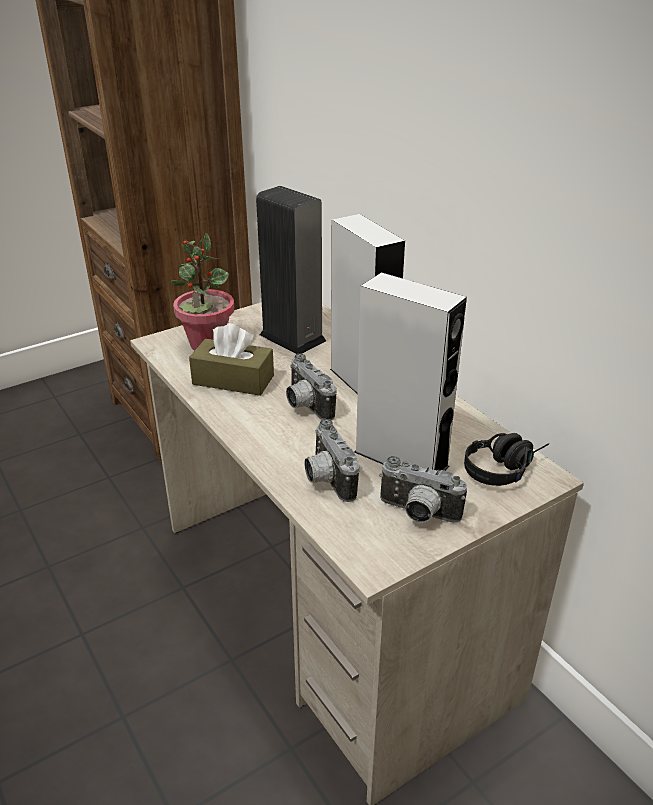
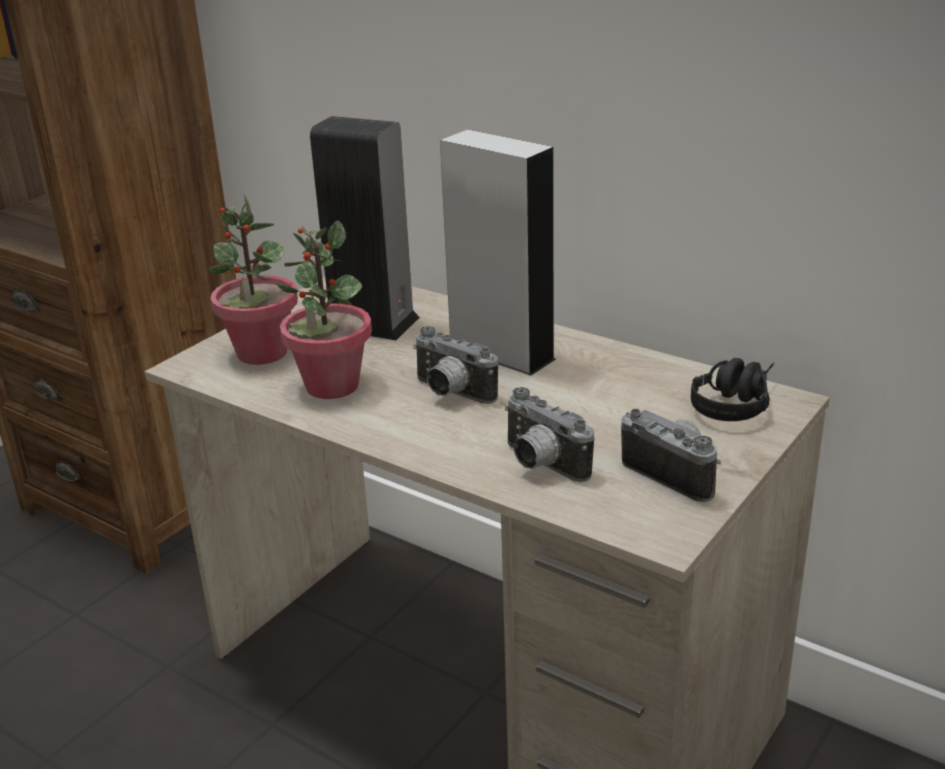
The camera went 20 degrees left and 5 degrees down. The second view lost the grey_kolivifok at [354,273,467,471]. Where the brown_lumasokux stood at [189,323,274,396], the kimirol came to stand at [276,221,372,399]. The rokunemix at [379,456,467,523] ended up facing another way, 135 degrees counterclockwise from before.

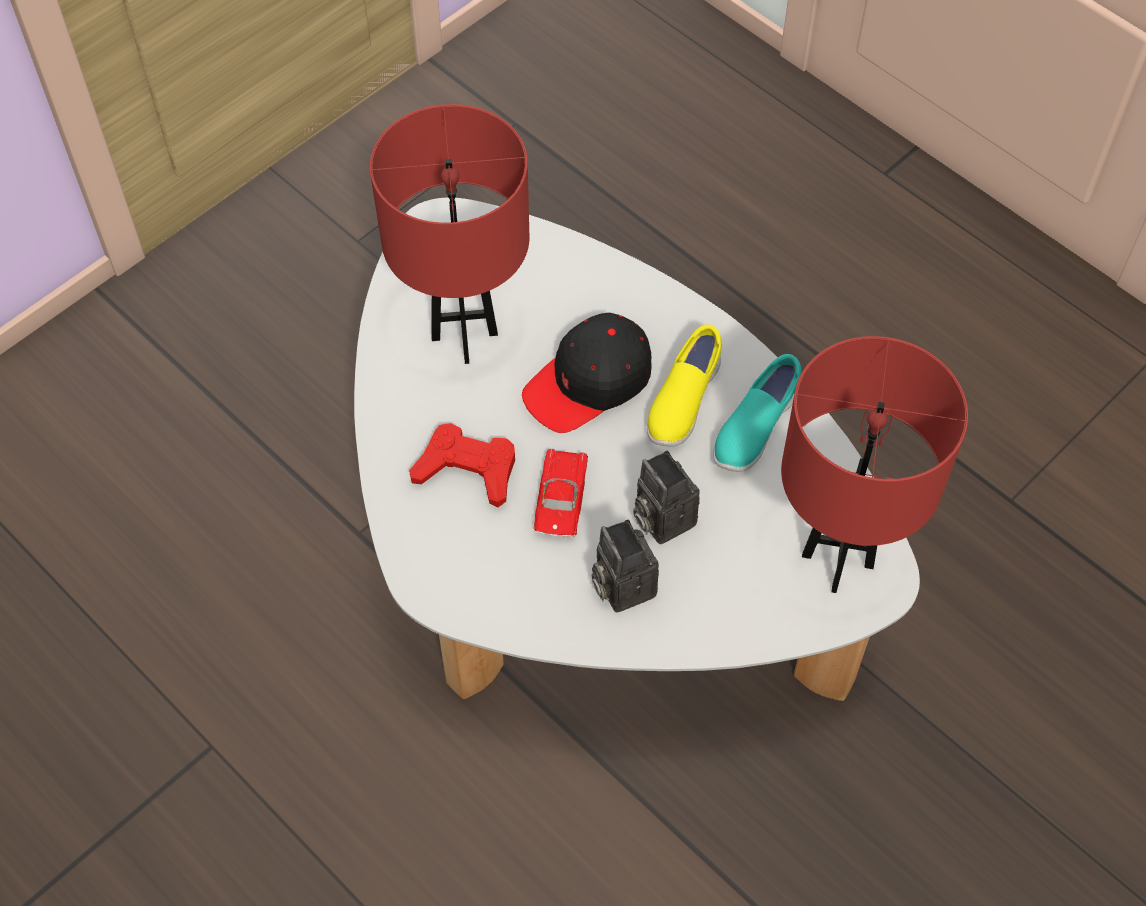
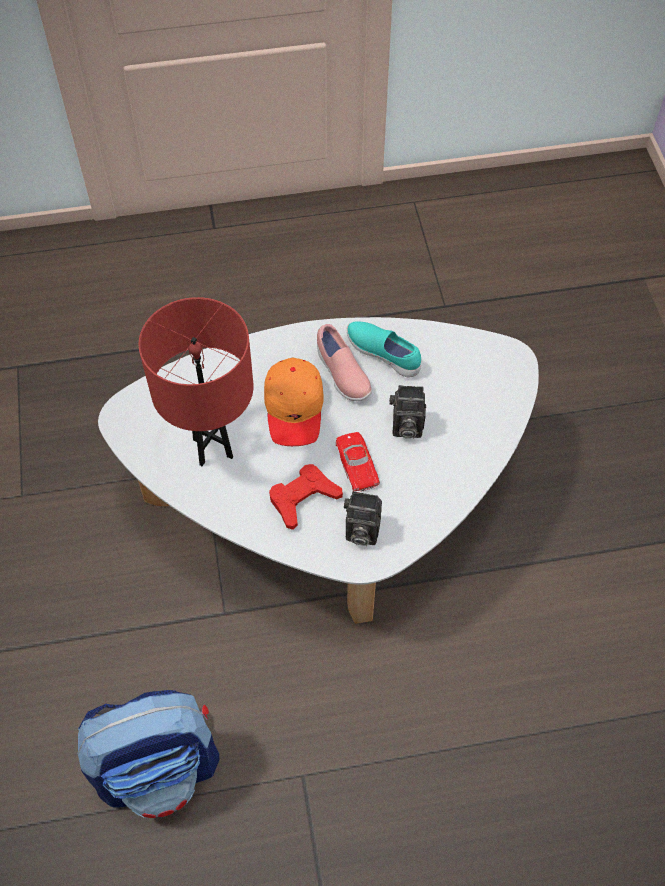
The camera went 55 degrees left and 0 degrees up. The second view lost the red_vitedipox at [781,336,968,593]. The second view gained the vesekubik at [77,690,219,818]. The rokunemix ended up elsewhere, having gone from [592,520,659,613] to [344,491,382,546]. What was the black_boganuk at [522,313,652,433] turned into the orange_boganuk at [264,358,324,446]. What was the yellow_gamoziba at [647,324,722,447] turned into the pink_gamoziba at [317,324,372,401]. The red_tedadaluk at [534,449,588,537] ended up facing another way, 150 degrees counterclockwise from before. The turquoise_gamoziba at [713,354,802,472] ended up facing another way, 150 degrees clockwise from before.

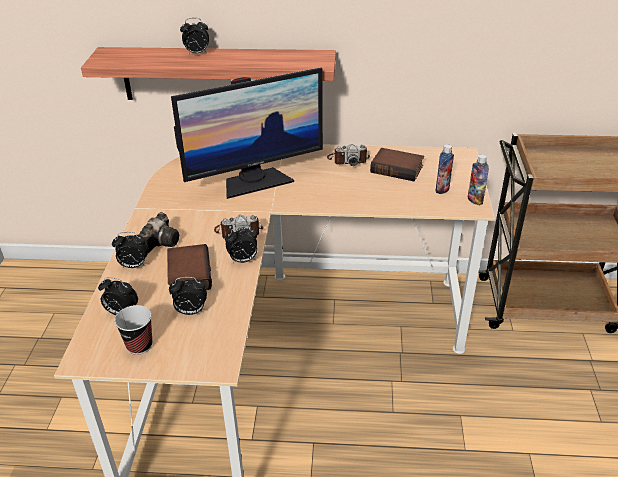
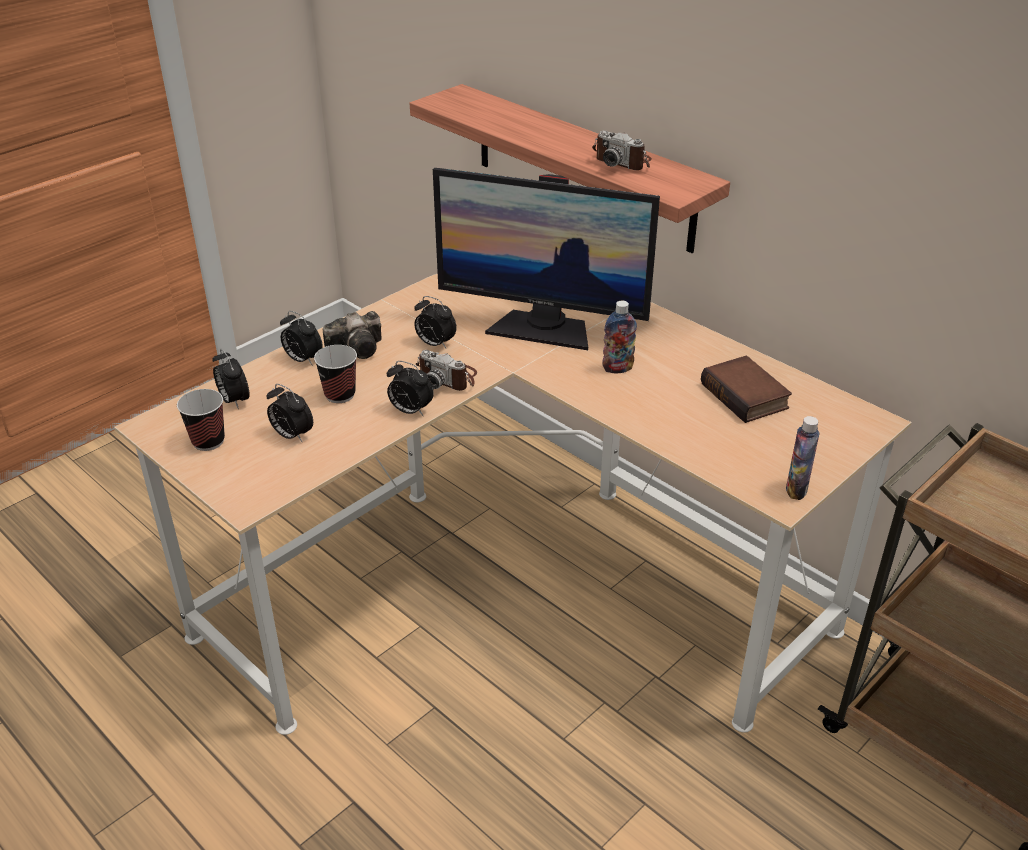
The camera went 40 degrees right and 0 degrees up. The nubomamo ended up elsewhere, having gone from [180,18,209,55] to [414,296,457,348]. The rokunemix ended up elsewhere, having gone from [327,144,370,166] to [592,131,652,170]. The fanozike ended up elsewhere, having gone from [436,144,454,194] to [602,301,637,373]. Where the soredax stood at [167,244,212,294], the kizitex came to stand at [314,345,357,403].

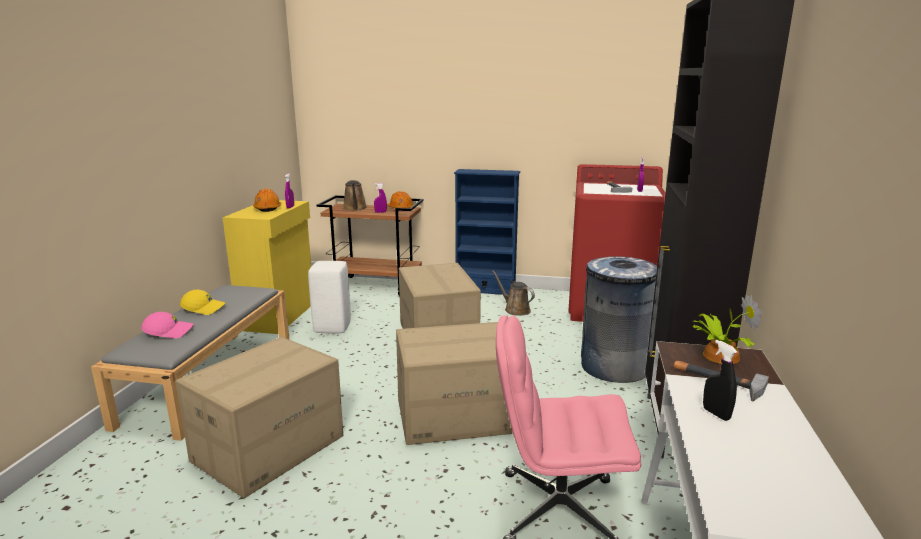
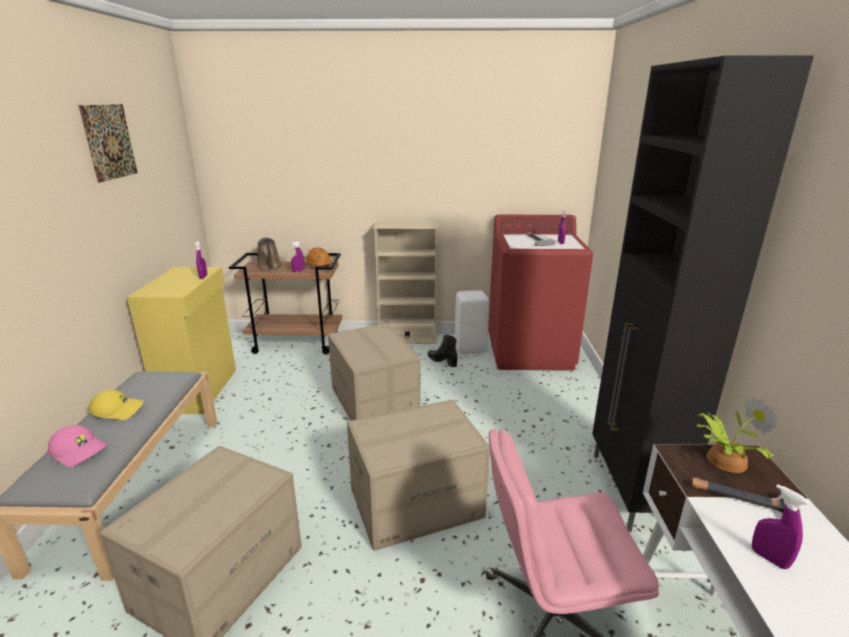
The camera went 10 degrees left and 5 degrees up. The second view lost the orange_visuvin at [253,188,281,212]. The second view lost the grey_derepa at [581,256,657,383]. The second view gained the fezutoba at [78,104,138,183]. The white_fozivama ended up elsewhere, having gone from [308,261,351,333] to [455,290,489,354]. Where the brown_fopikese stood at [492,271,535,316], the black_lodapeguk came to stand at [428,335,458,367]. What was the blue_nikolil at [454,169,520,295] turned into the beige_nikolil at [373,222,438,344]. What was the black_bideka at [703,340,737,421] turned into the purple_bideka at [752,484,808,569]. The pink_boganuk at [141,312,193,339] ended up facing another way, 45 degrees clockwise from before.

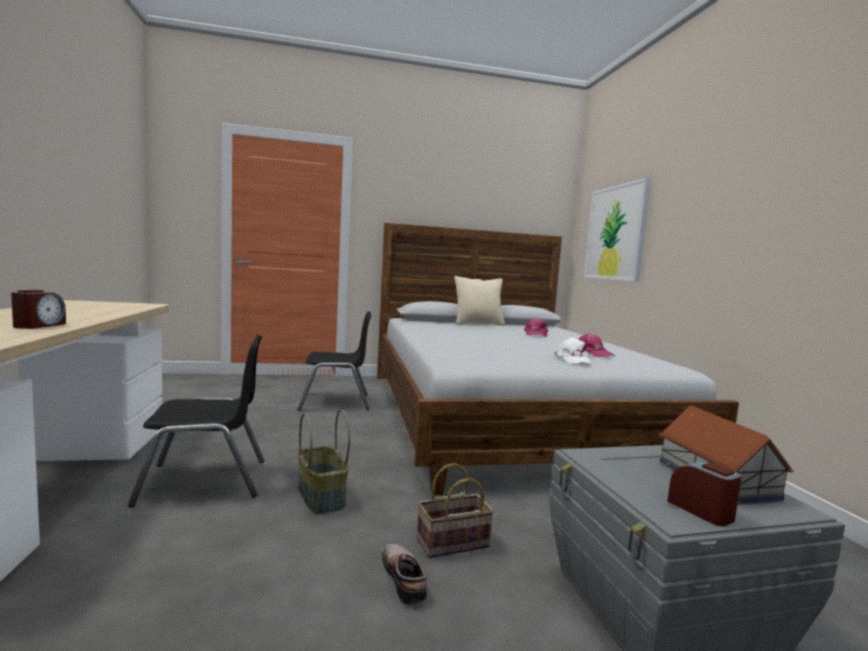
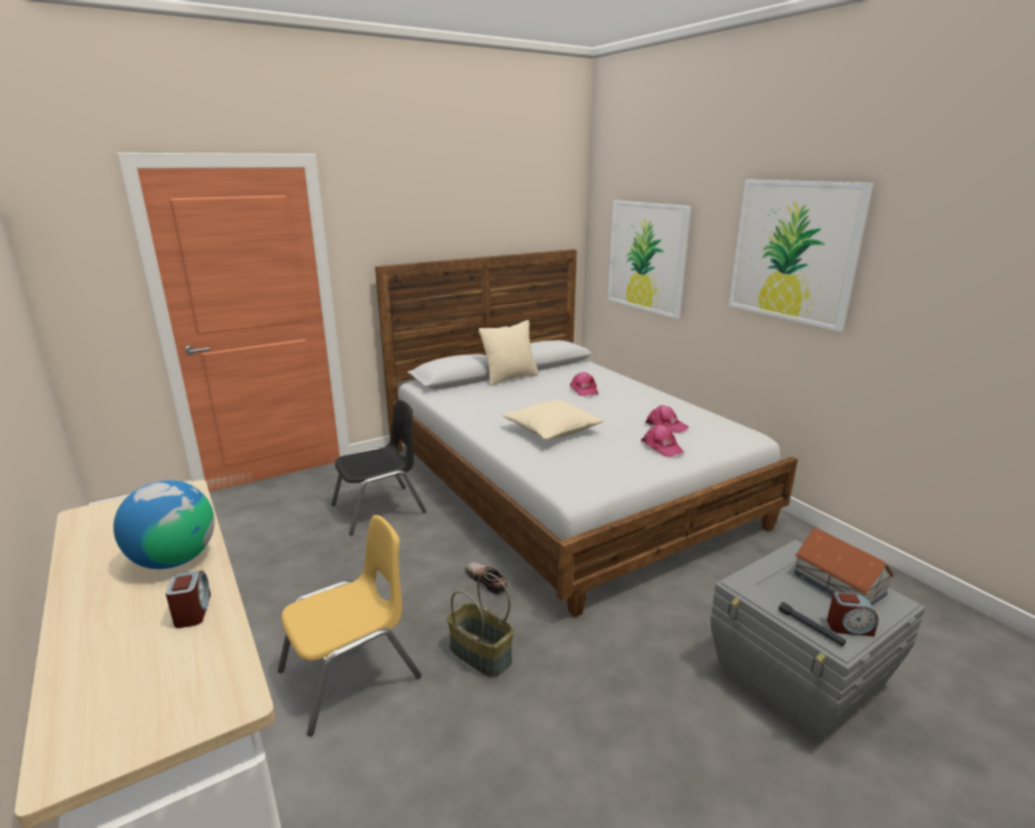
The camera went 20 degrees left and 15 degrees up. The second view lost the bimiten at [417,463,494,558]. The second view gained the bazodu at [113,480,215,569]. The second view gained the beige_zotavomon at [503,399,603,440]. The second view gained the fezutoba at [729,180,874,331]. The second view gained the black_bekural at [779,602,846,646]. The gamoziba ended up elsewhere, having gone from [382,544,427,605] to [465,562,507,594]. What was the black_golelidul at [128,334,264,507] turned into the yellow_golelidul at [278,515,422,736]. What was the white_boganuk at [554,337,593,364] turned into the pink_boganuk at [641,424,684,456]. The nubomamo at [667,461,742,526] ended up facing another way, 150 degrees clockwise from before.

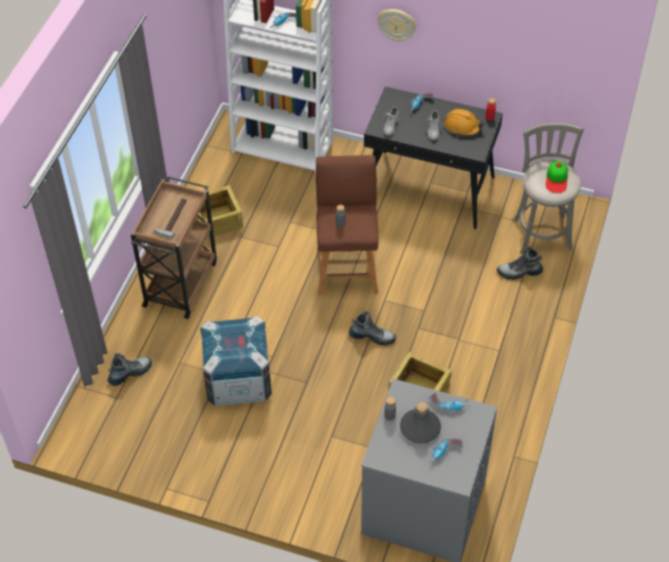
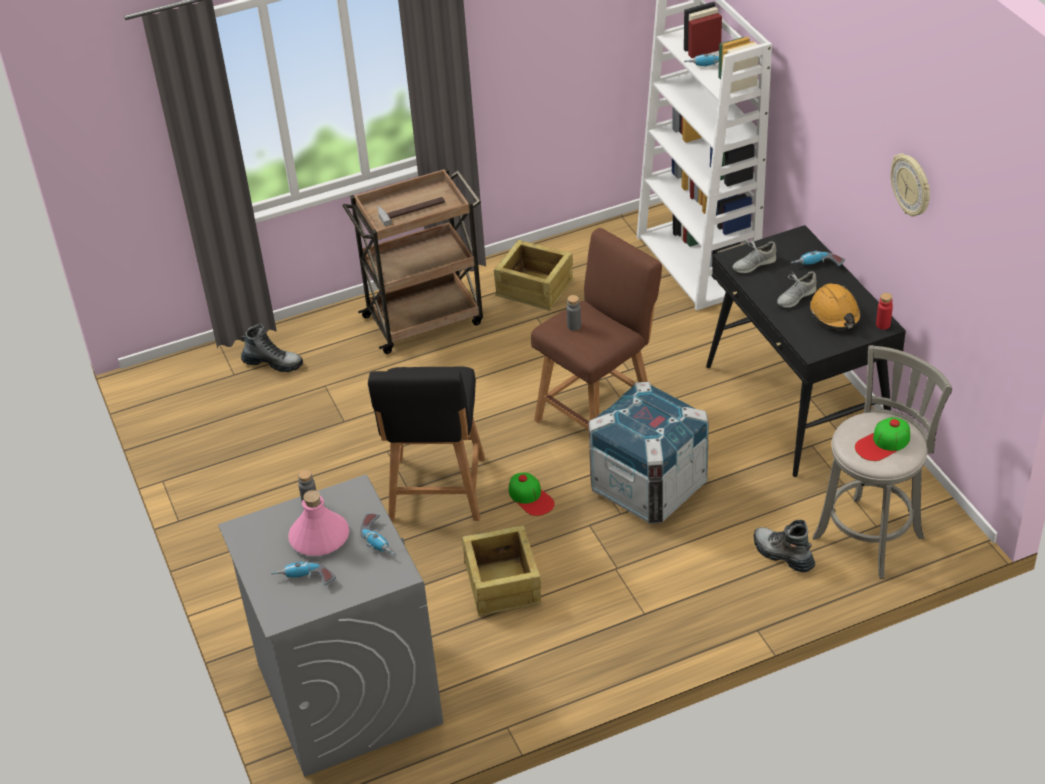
The camera went 50 degrees right and 10 degrees down. The second view gained the black_fozivama at [368,366,485,521]. The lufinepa ended up elsewhere, having gone from [200,316,272,406] to [589,382,709,524]. The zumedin ended up elsewhere, having gone from [377,9,416,42] to [891,154,930,217]. Where the lodapeguk stood at [349,311,396,346], the boganuk came to stand at [509,473,555,516]. What was the grey_fanozike at [400,402,441,444] turned into the pink_fanozike at [288,490,349,556].

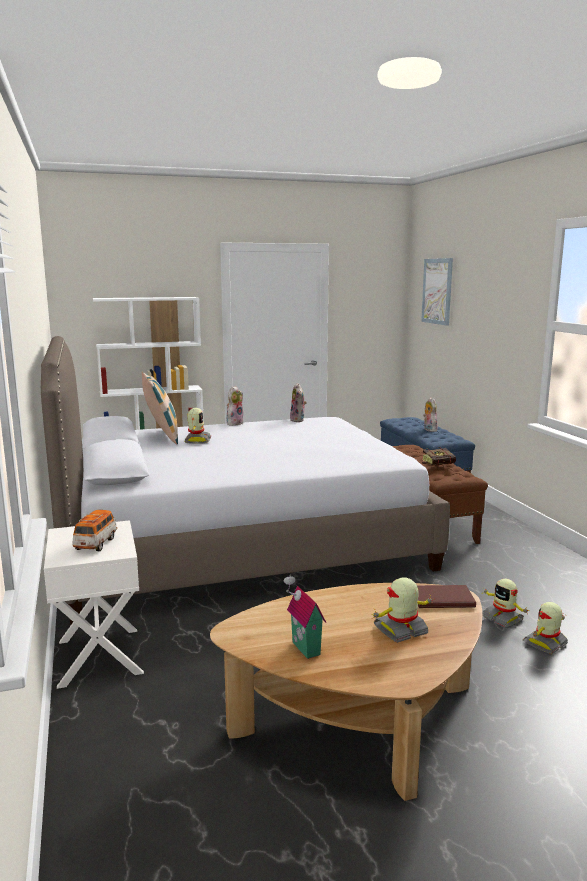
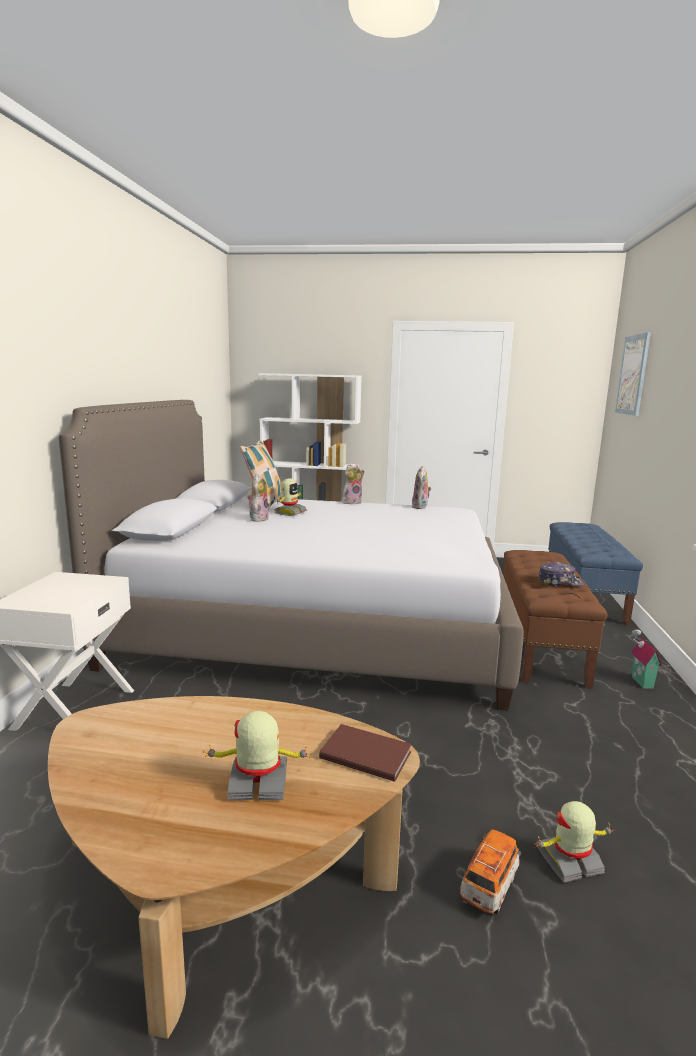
The camera went 25 degrees right and 0 degrees up. The second view lost the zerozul at [482,579,529,628]. The tedadaluk ended up elsewhere, having gone from [72,510,117,551] to [460,829,521,914]. The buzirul ended up elsewhere, having gone from [283,575,326,659] to [631,629,662,689]. The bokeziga ended up elsewhere, having gone from [423,397,438,432] to [248,473,269,522]. Where the soredax stood at [422,447,456,466], the boganuk came to stand at [538,562,584,586].

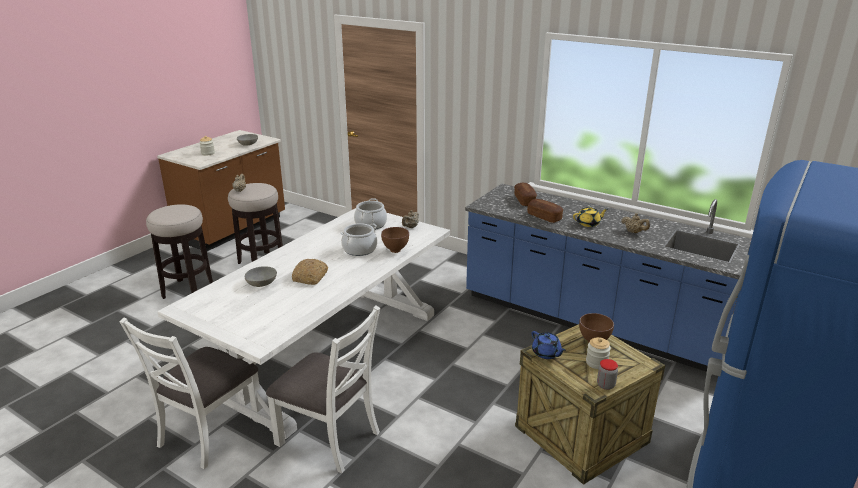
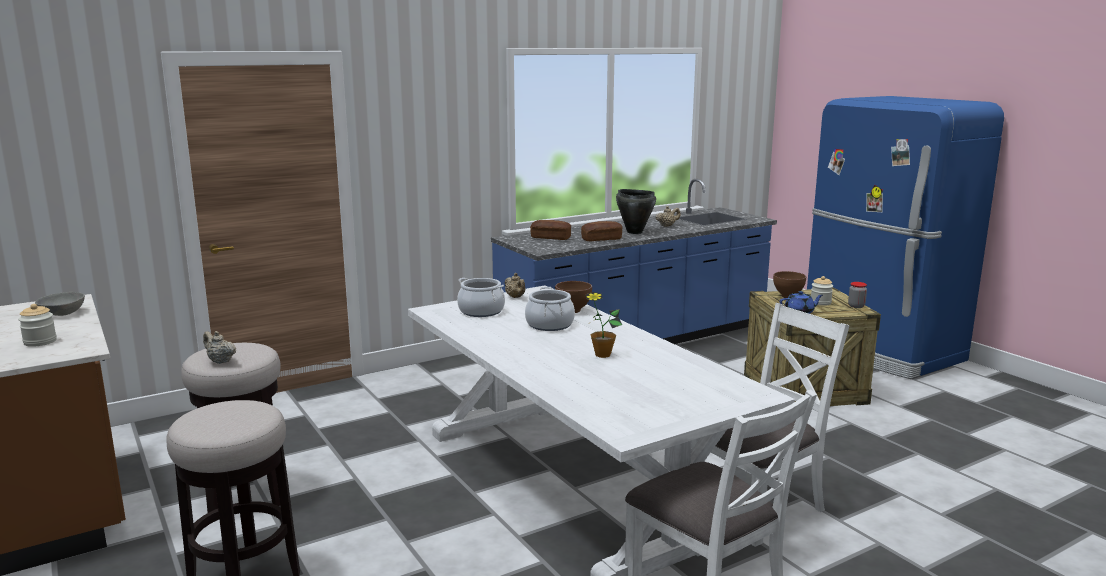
The camera went 65 degrees left and 10 degrees down. The second view lost the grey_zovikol at [245,266,277,287]. Where the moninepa stood at [292,259,328,285], the kimirol came to stand at [586,292,622,358]. Where the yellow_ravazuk stood at [573,207,608,227], the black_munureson came to stand at [616,189,656,234].

